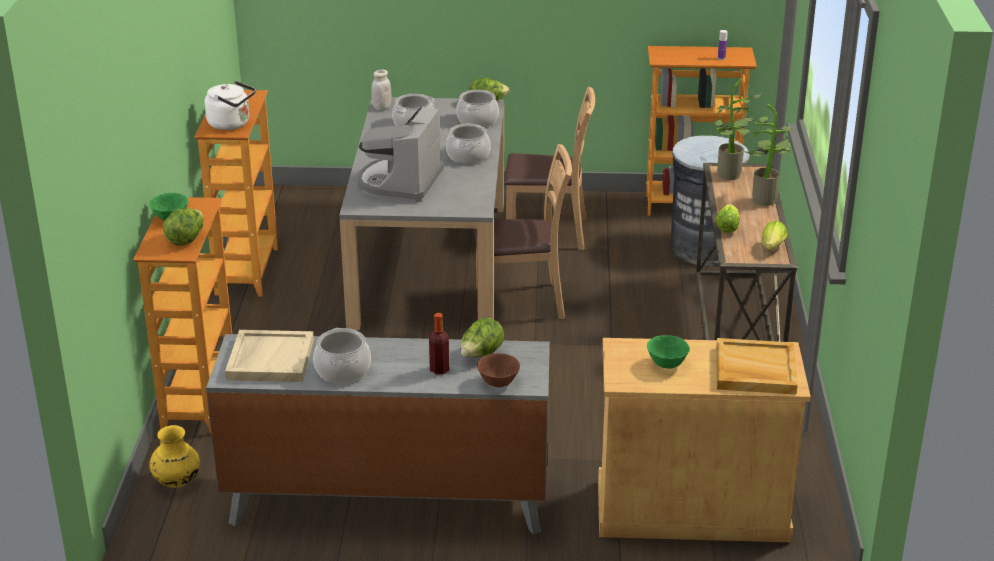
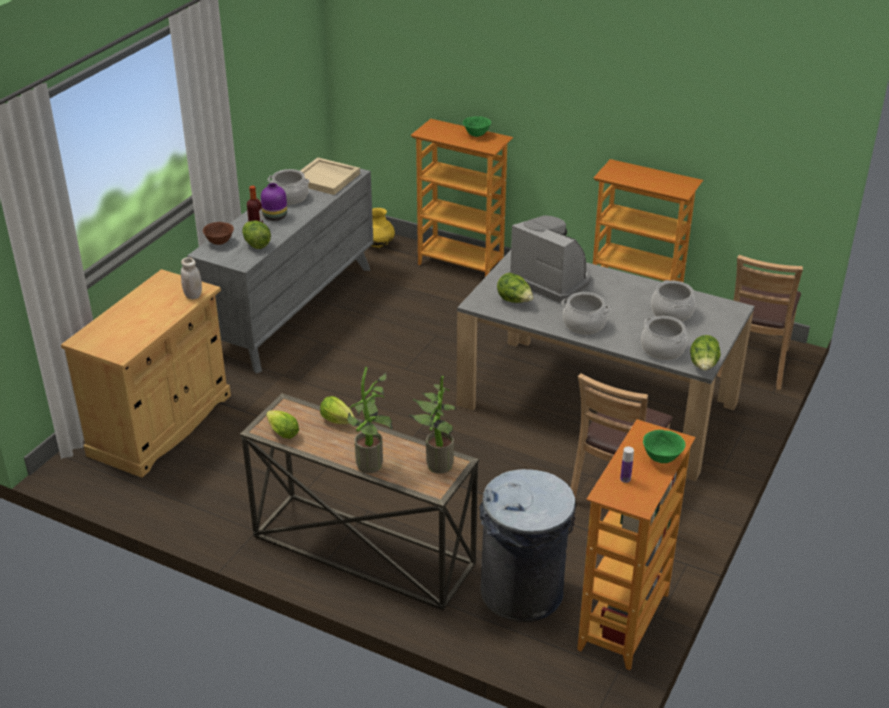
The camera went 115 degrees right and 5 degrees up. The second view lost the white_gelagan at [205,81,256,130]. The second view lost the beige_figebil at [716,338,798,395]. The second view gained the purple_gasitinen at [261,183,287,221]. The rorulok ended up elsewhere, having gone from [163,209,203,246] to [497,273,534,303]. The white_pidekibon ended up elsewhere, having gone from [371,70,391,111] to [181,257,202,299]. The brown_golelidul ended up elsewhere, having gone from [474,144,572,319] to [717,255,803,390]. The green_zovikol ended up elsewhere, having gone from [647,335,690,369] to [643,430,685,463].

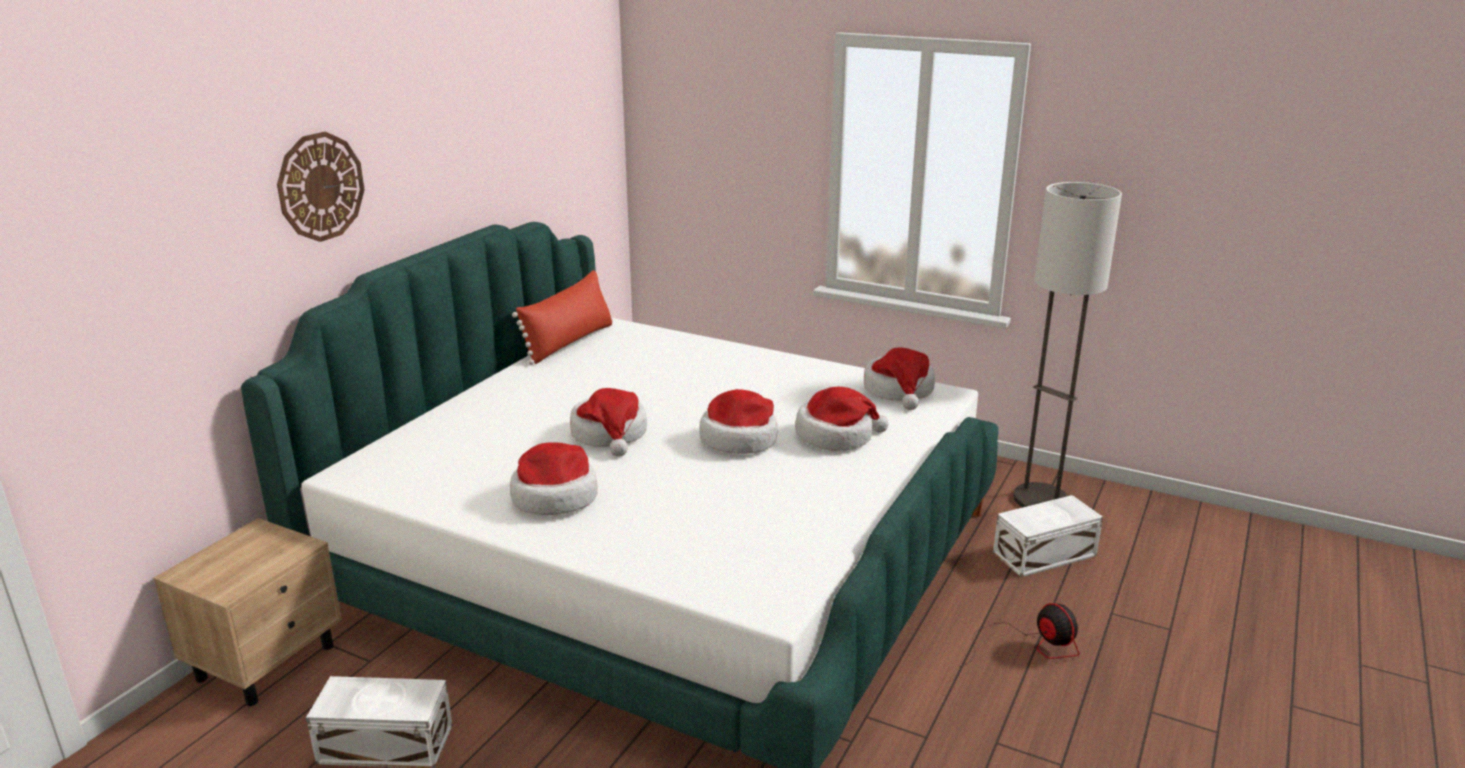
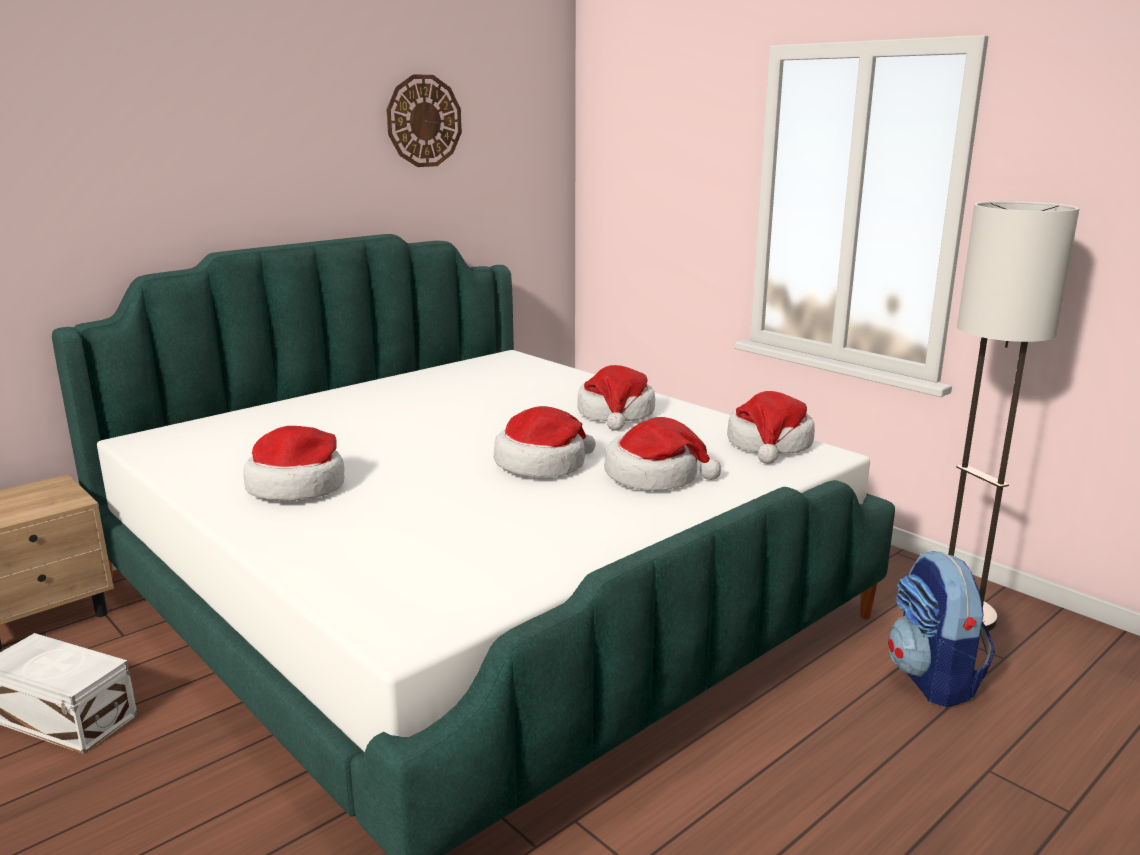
The camera went 20 degrees right and 5 degrees down. The second view lost the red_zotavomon at [512,270,613,365]. The second view lost the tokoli at [959,603,1079,667]. The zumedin ended up elsewhere, having gone from [277,132,365,242] to [386,74,462,167]. The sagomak ended up elsewhere, having gone from [570,388,647,457] to [577,365,655,431]. Where the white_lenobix stood at [993,495,1103,577], the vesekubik came to stand at [888,551,995,707].

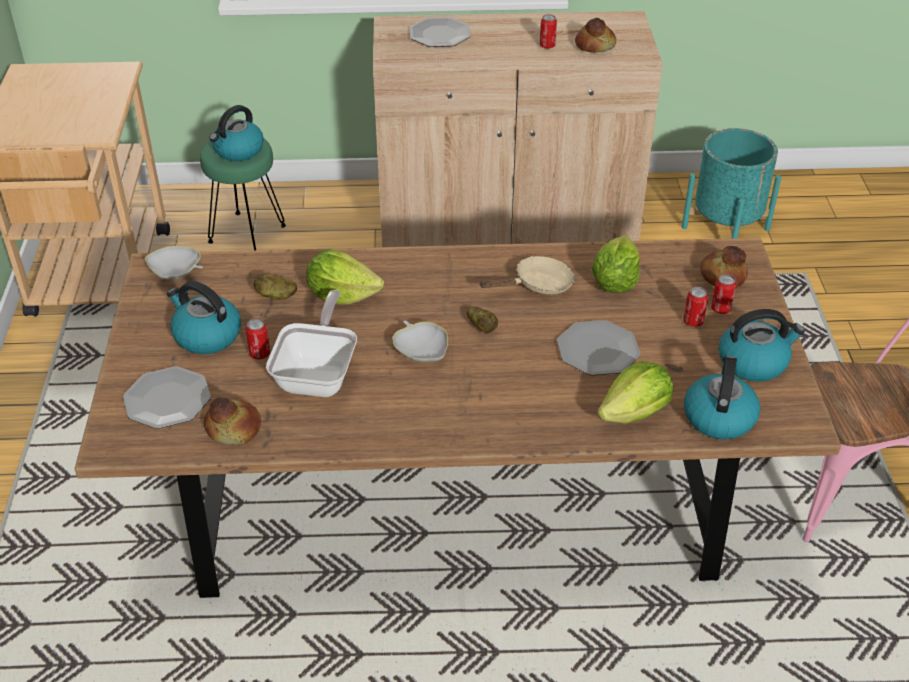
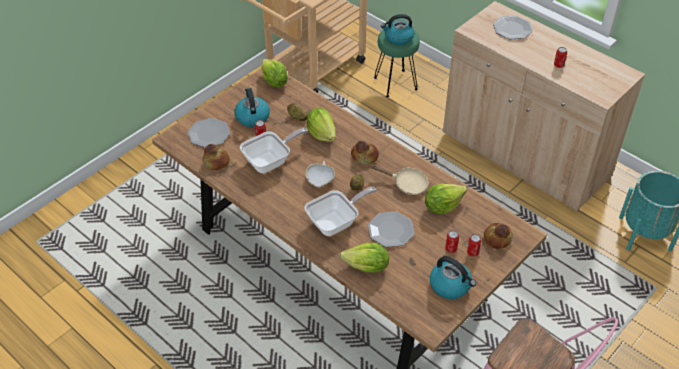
The camera went 45 degrees right and 5 degrees up. The second view lost the gelagan at [684,356,760,440]. The second view gained the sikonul at [305,187,376,236]. The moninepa ended up elsewhere, having gone from [575,18,616,53] to [351,141,379,165]. Where the white_zovikol stood at [145,246,203,279], the rorulok came to stand at [261,58,288,88].

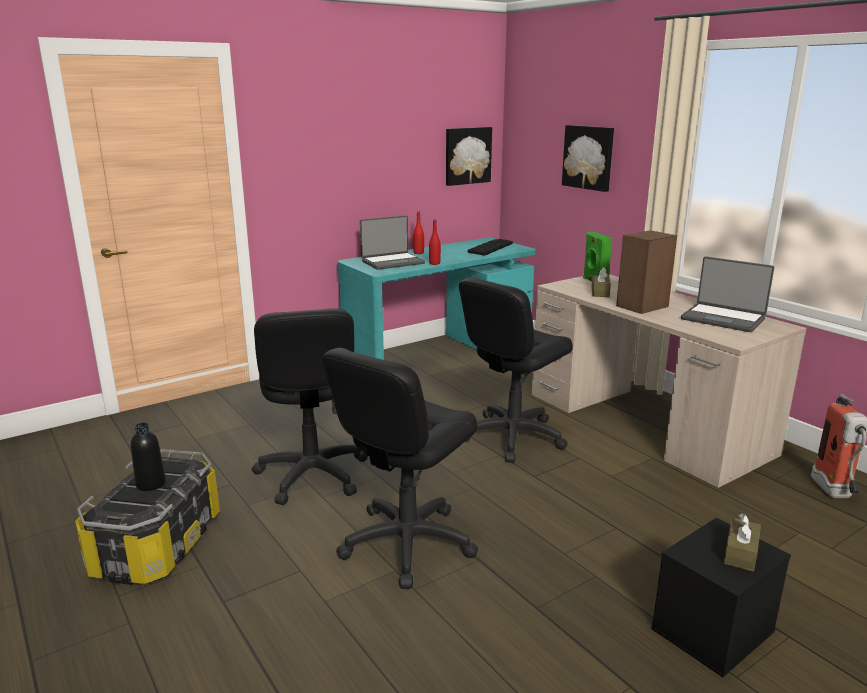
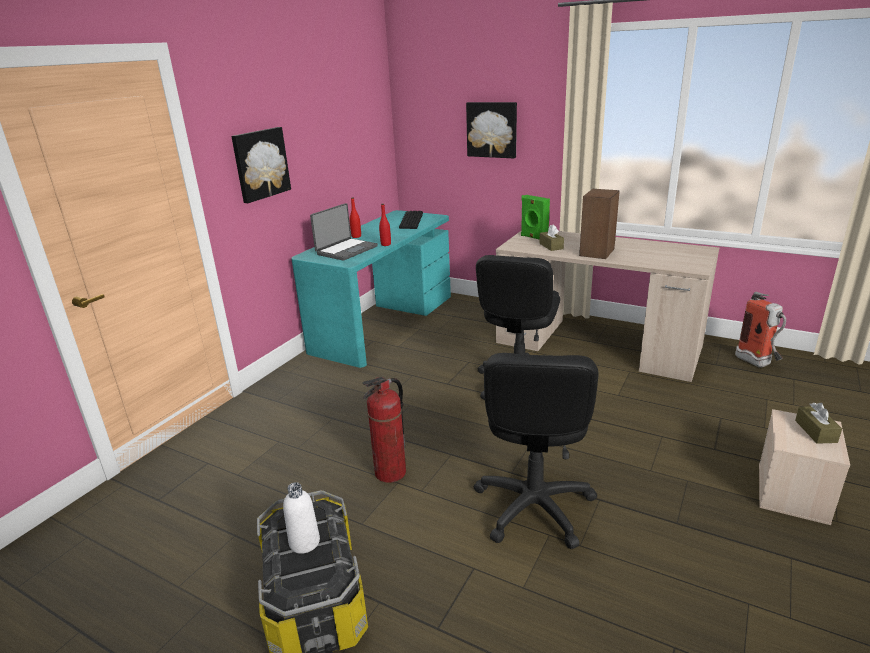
The camera went 25 degrees left and 5 degrees up. The second view lost the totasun at [681,256,774,332]. The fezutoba ended up elsewhere, having gone from [446,127,492,186] to [231,127,291,203]. Where the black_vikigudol stood at [252,308,368,505], the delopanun came to stand at [363,377,406,483]. What was the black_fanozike at [131,422,166,491] turned into the white_fanozike at [283,482,320,554]. What was the black_lenobix at [651,518,791,677] turned into the beige_lenobix at [759,409,850,525].

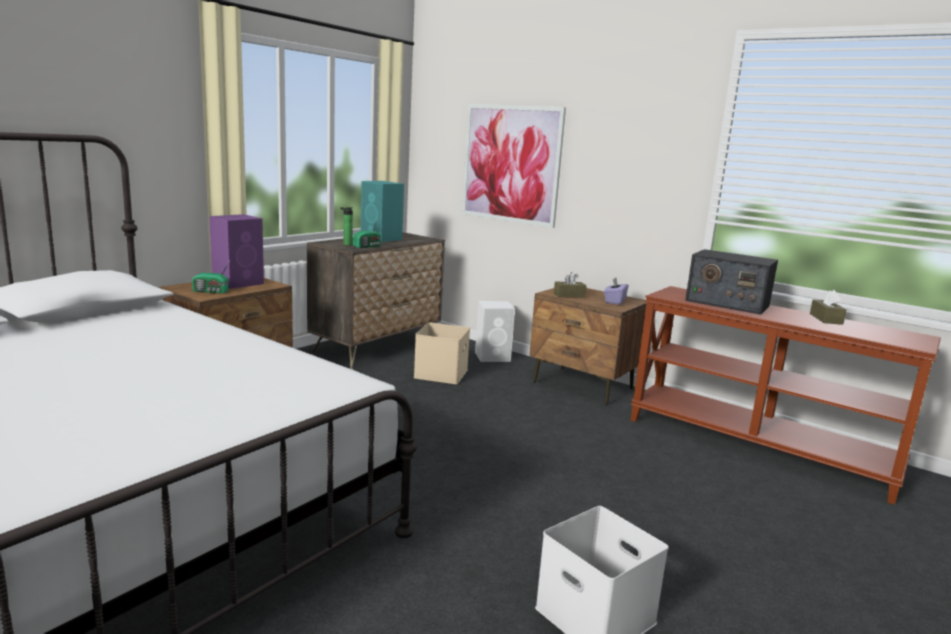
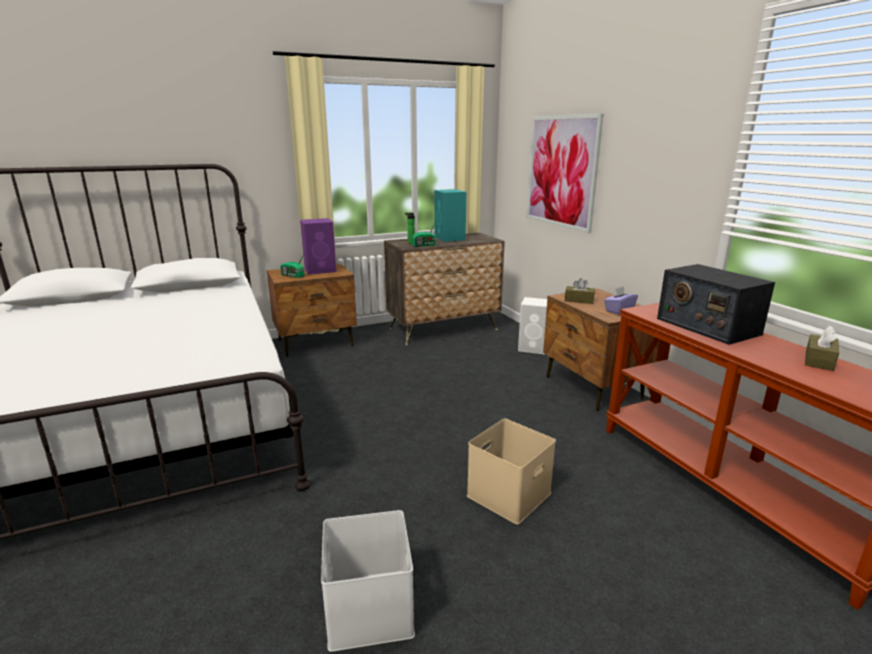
The camera went 30 degrees right and 5 degrees up. The beige_lenobix ended up elsewhere, having gone from [414,323,470,384] to [467,419,556,524].

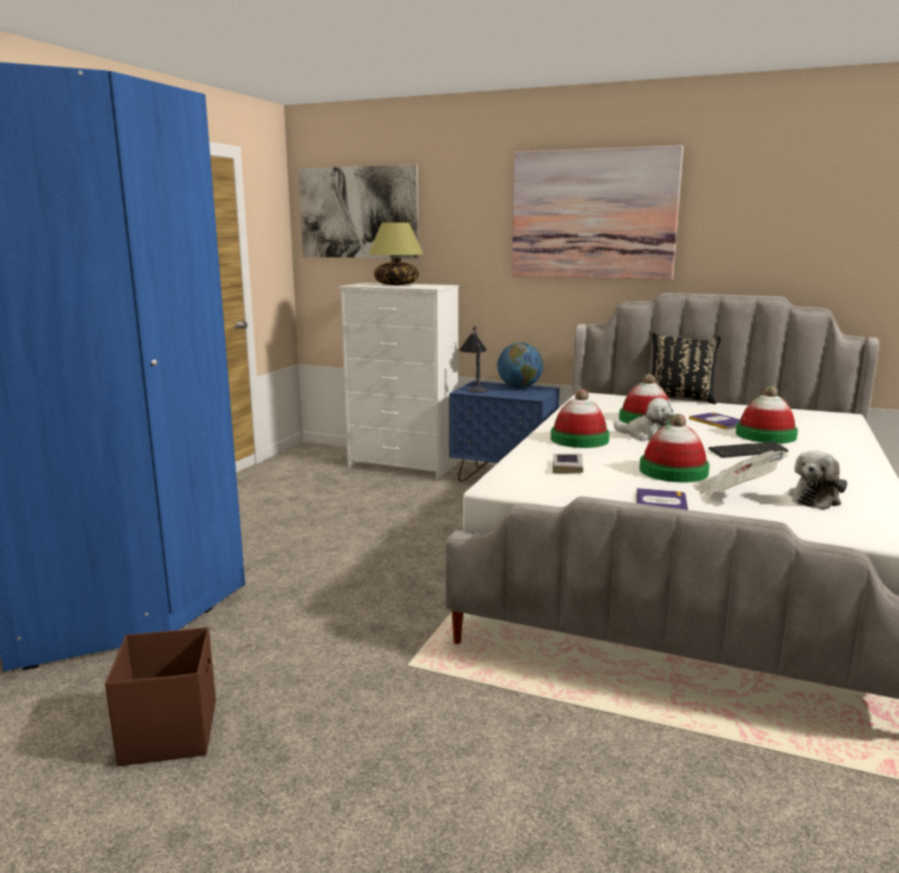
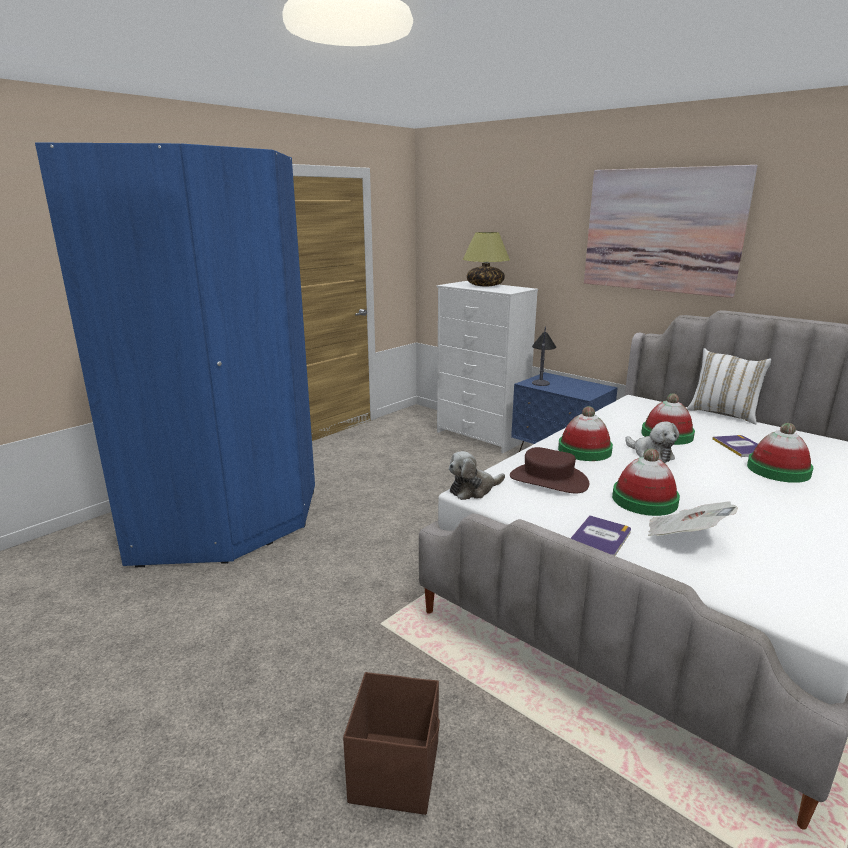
The camera went 20 degrees right and 5 degrees up. The second view lost the fezutoba at [299,165,419,259]. The second view lost the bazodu at [497,342,543,388]. The second view lost the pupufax at [708,441,789,458]. The brown_lenobix ended up elsewhere, having gone from [105,627,216,766] to [343,672,440,815]. The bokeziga ended up elsewhere, having gone from [788,451,847,510] to [449,451,505,500]. Where the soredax stood at [553,454,583,474], the brown_sagomak came to stand at [510,447,589,493]. What was the black_zotavomon at [652,333,721,404] turned into the white_zotavomon at [687,348,771,424].

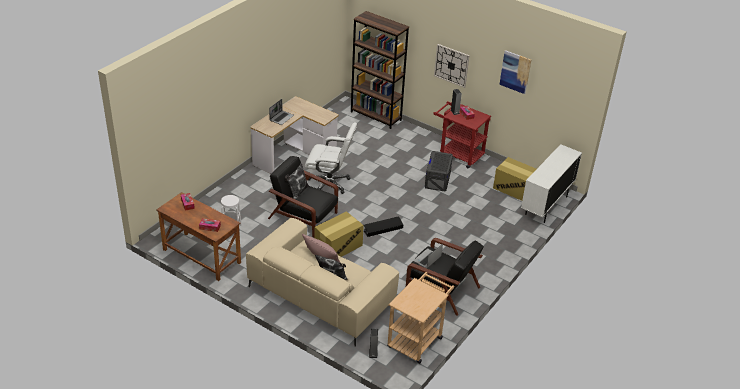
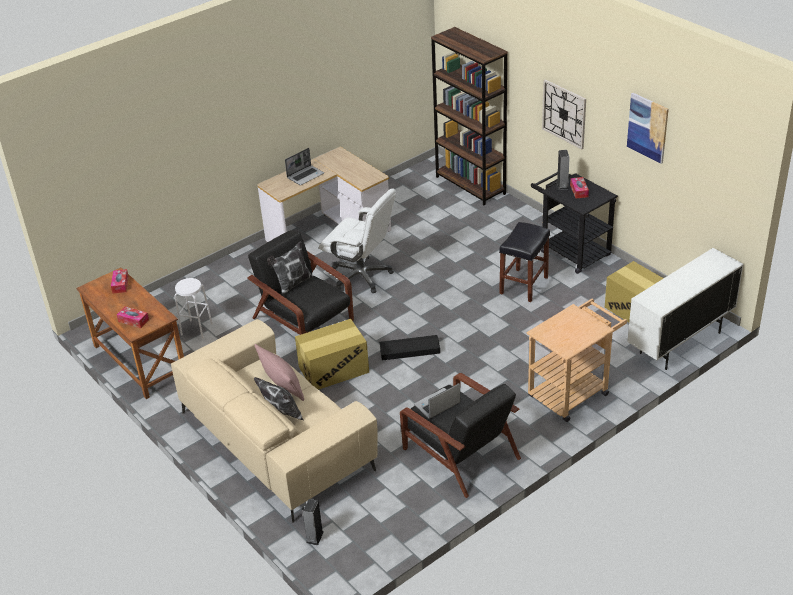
The camera went 20 degrees right and 0 degrees up. The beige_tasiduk ended up elsewhere, having gone from [387,272,454,364] to [526,299,627,422]. Where the grey_lenobix stood at [425,151,453,191], the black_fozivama came to stand at [499,222,550,302]. What was the red_tasiduk at [433,101,491,168] turned into the black_tasiduk at [531,172,618,274].

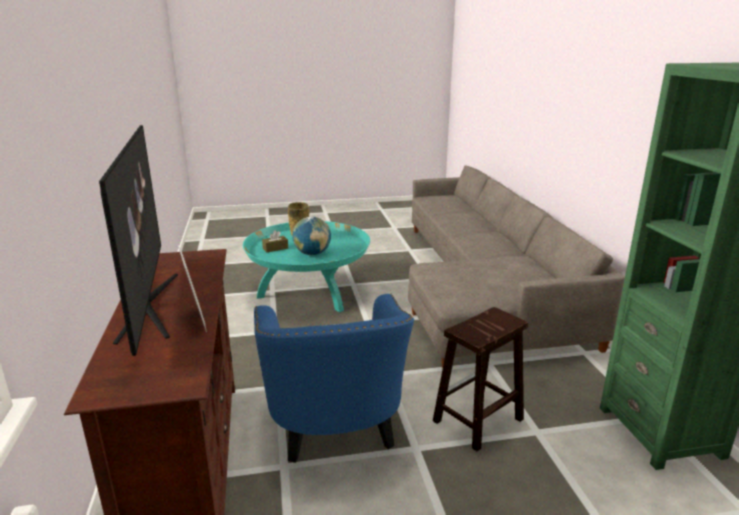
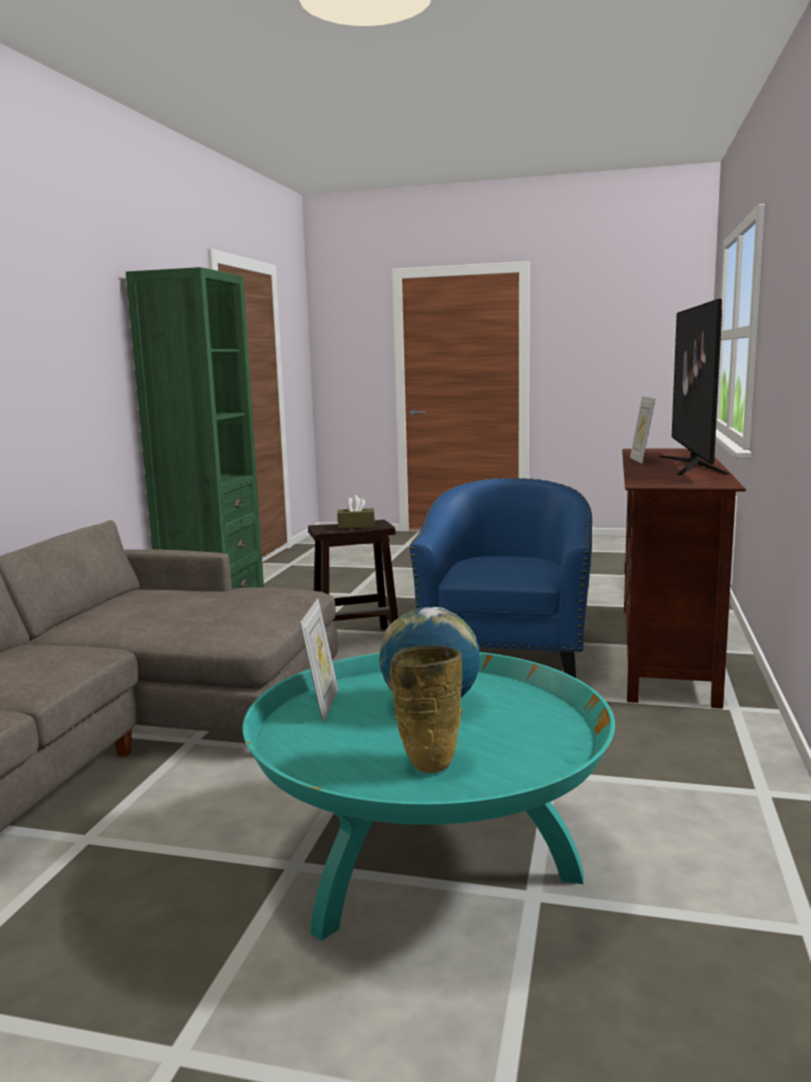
The camera went 155 degrees left and 10 degrees down. The second view gained the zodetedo at [300,599,339,723]. The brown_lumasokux ended up elsewhere, having gone from [262,230,288,252] to [337,495,375,529].

